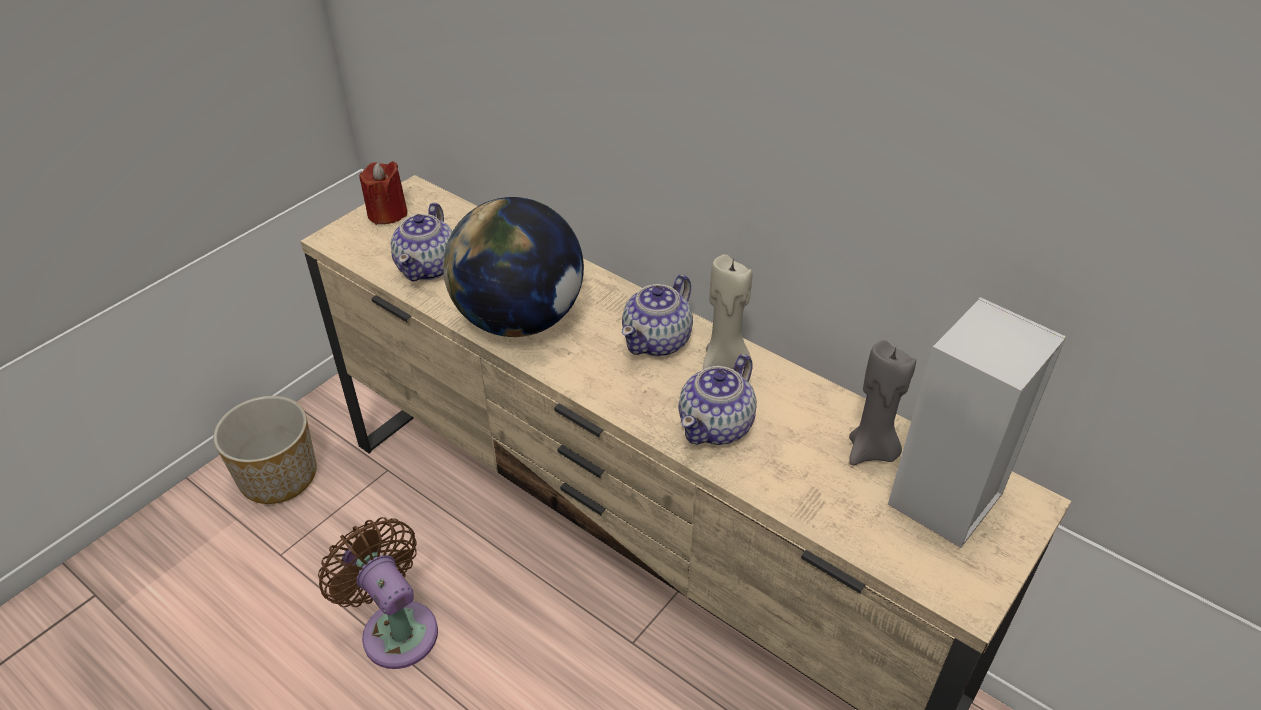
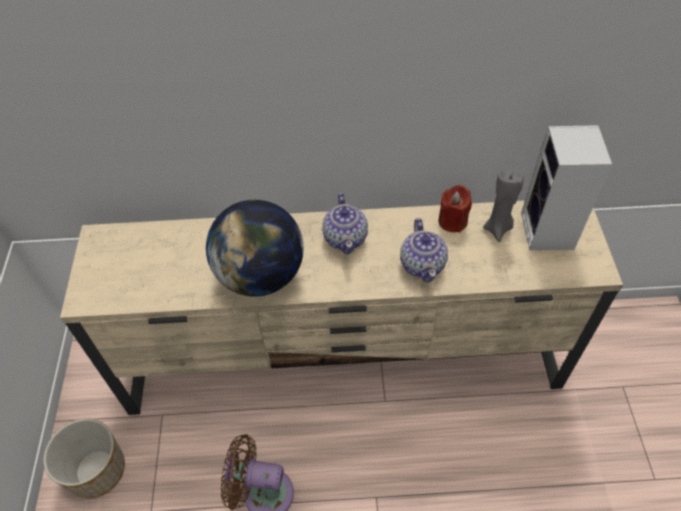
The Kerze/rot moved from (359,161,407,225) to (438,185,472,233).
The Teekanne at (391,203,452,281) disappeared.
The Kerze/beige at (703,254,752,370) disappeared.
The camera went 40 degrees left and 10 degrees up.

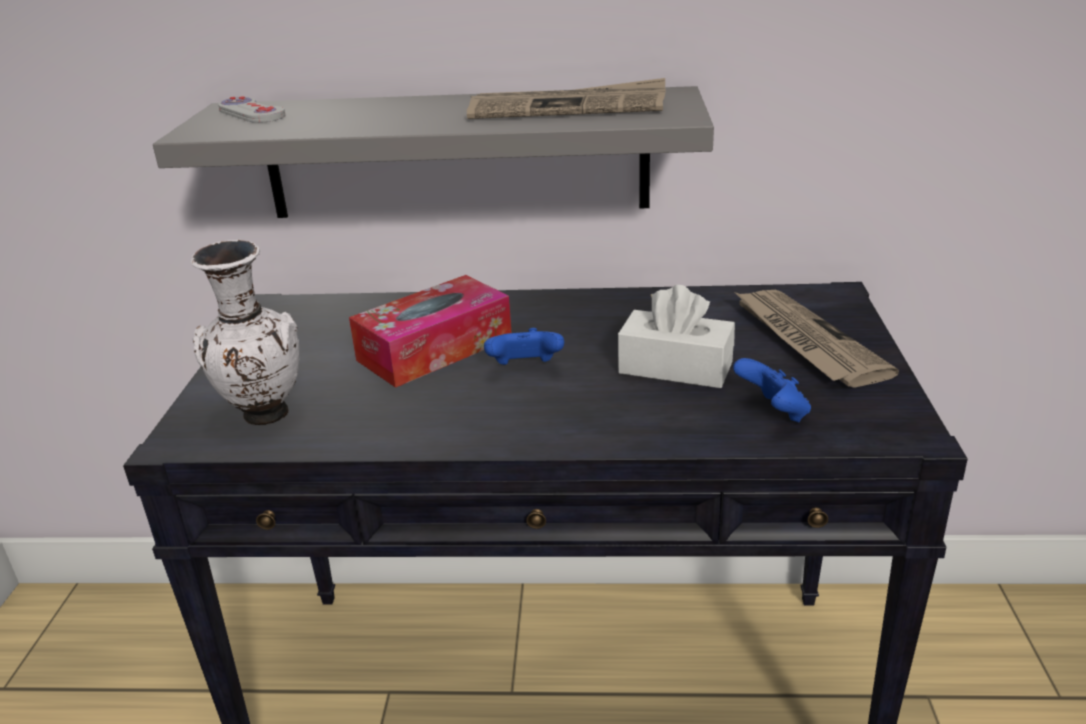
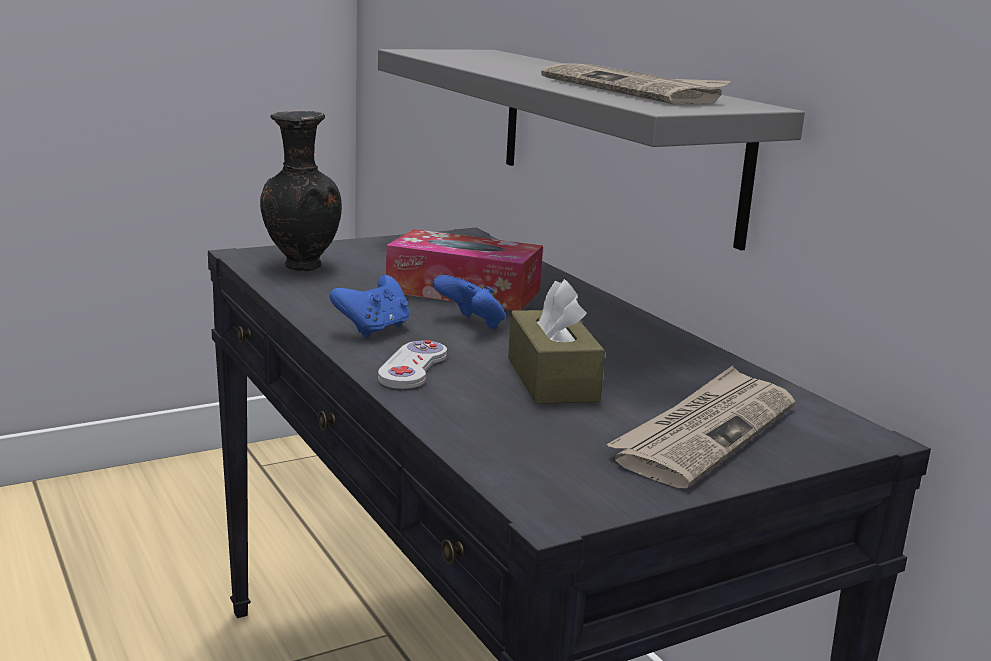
The Vase/weiß at (191,240,300,425) became the Vase/schwarz at (260,111,342,271).
The Gamepad/blau moved from (733,358,811,422) to (330,275,410,338).
The Gamepad/weiß moved from (218,96,286,123) to (378,340,447,389).
The Taschentuchbox/weiß at (618,285,735,388) became the Taschentuchbox/braun at (508,279,605,404).
The camera went 55 degrees right and 10 degrees down.

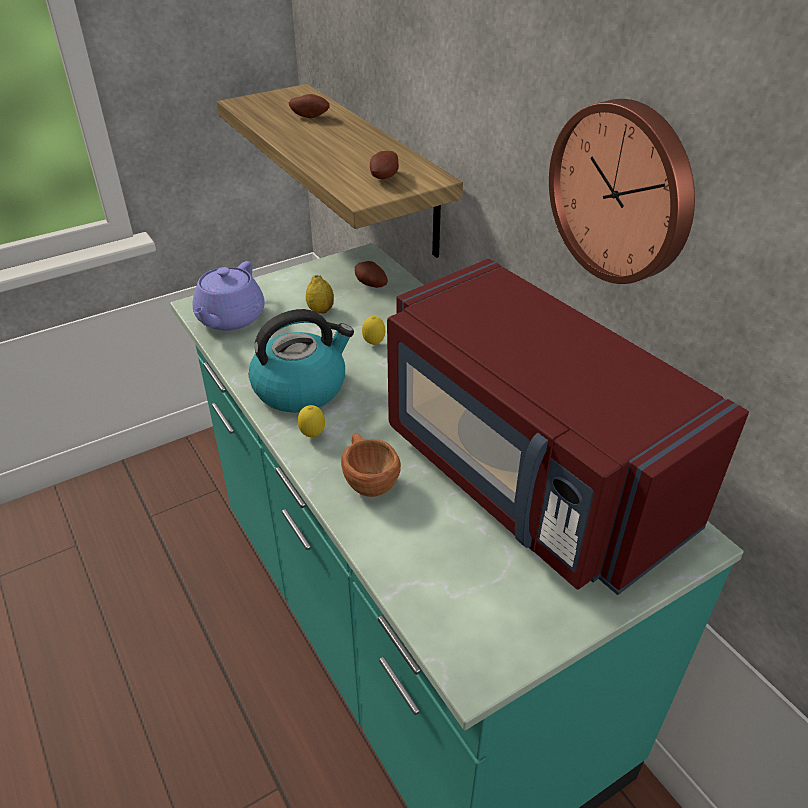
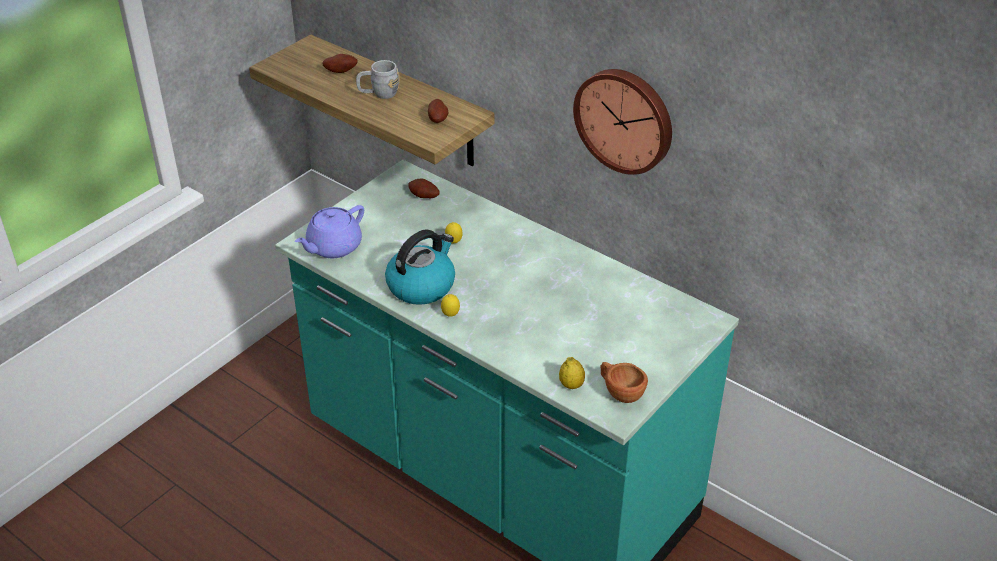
The Teekanne/lila at (193,261,265,331) turned 45 degrees clockwise.
The Henkelbecher/grau at (356,60,400,99) appeared.
The Zitrone moved from (306,275,334,314) to (559,357,585,389).
The Tasse/braun moved from (341,433,401,497) to (600,362,648,403).
The Mikrowelle/rot at (387,259,749,595) disappeared.
The camera went 20 degrees left and 0 degrees up.

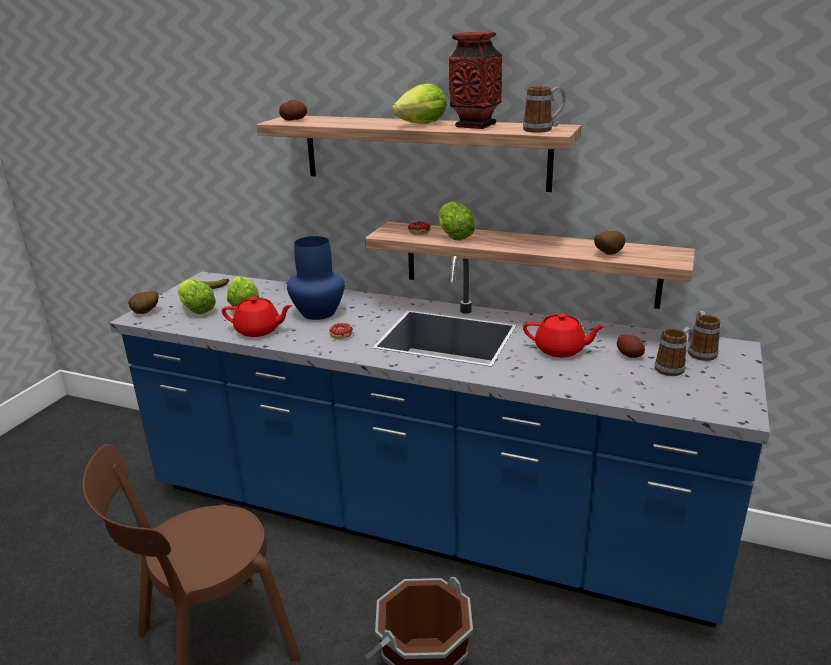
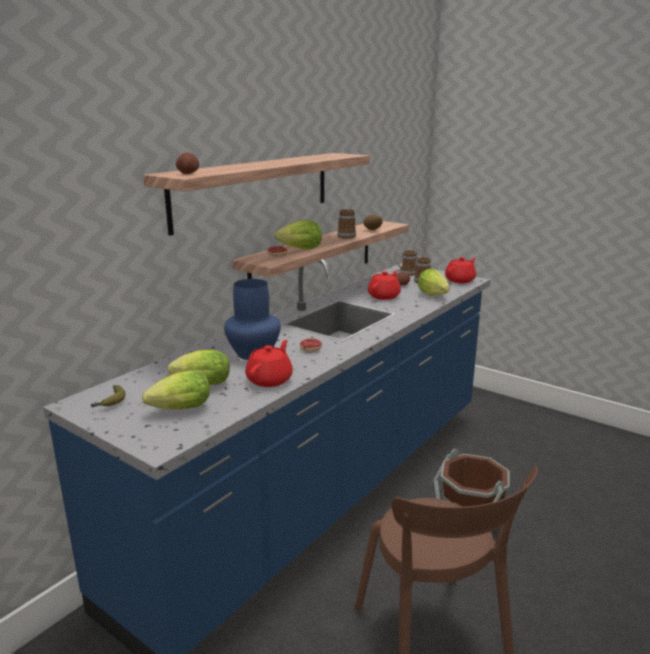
The Henkelbecher moved from (523,86,566,133) to (337,208,356,239).
The Salatkopf moved from (392,83,447,124) to (418,269,450,296).
The Teekanne/rot at (445,257,476,283) appeared.
The Kartoffel at (128,291,159,314) disappeared.
The Vase at (449,32,502,129) disappeared.
The camera went 75 degrees left and 5 degrees down.

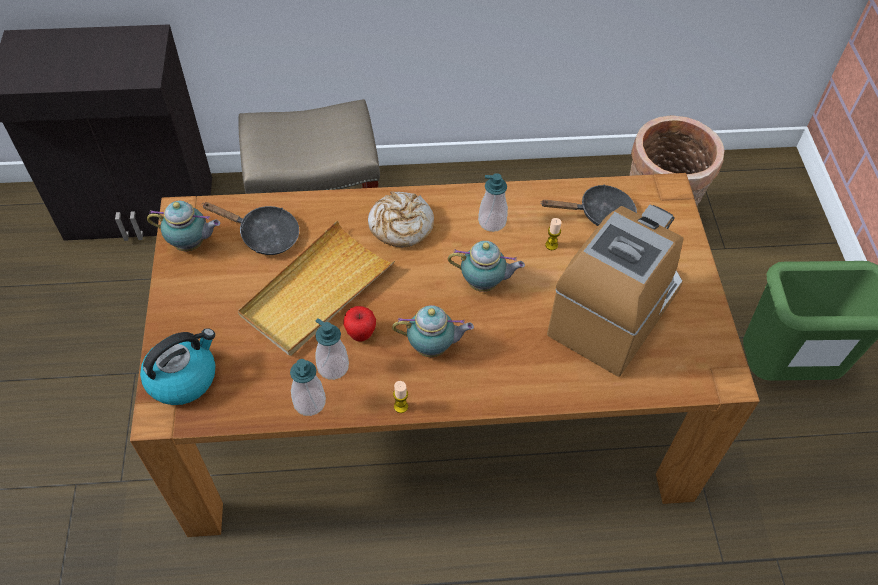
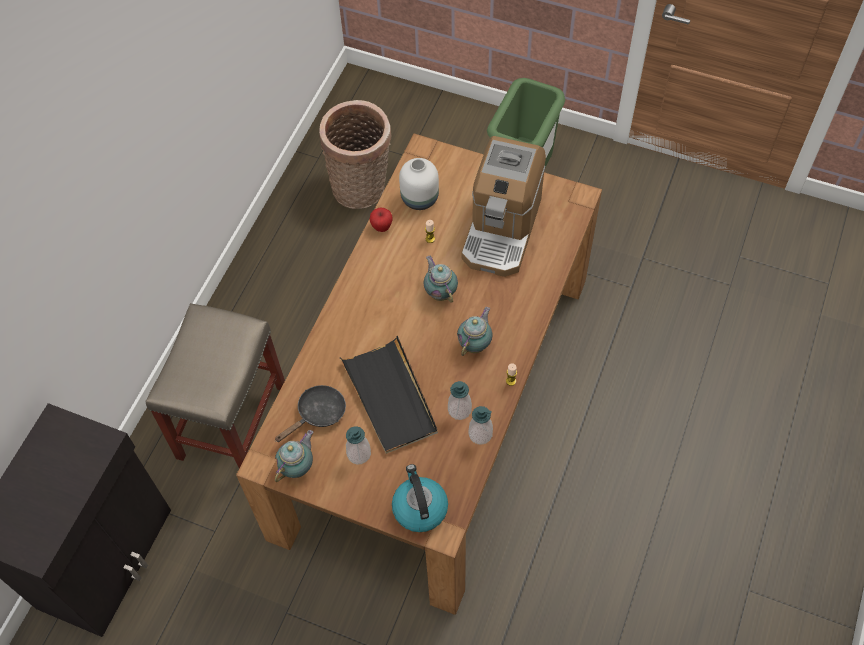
The Tablett/beige at (238,220,395,356) became the Tablett/schwarz at (340,336,438,454).
The Seifenspender moved from (478,173,508,232) to (346,426,371,465).
The Apfel moved from (344,306,376,341) to (369,208,393,232).
The Pfanne/schwarz at (540,184,637,226) was replaced by the Vase/weiß at (399,158,439,210).
The Teekanne at (448,241,525,292) turned 60 degrees counterclockwise.
The Kaffeemaschine at (547,205,684,377) turned 135 degrees counterclockwise.
The Brot at (368,191,434,247) disappeared.
The camera went 60 degrees left and 5 degrees up.

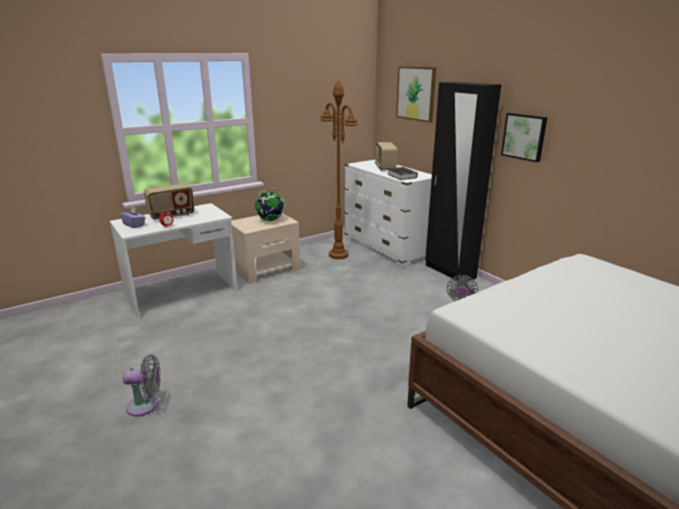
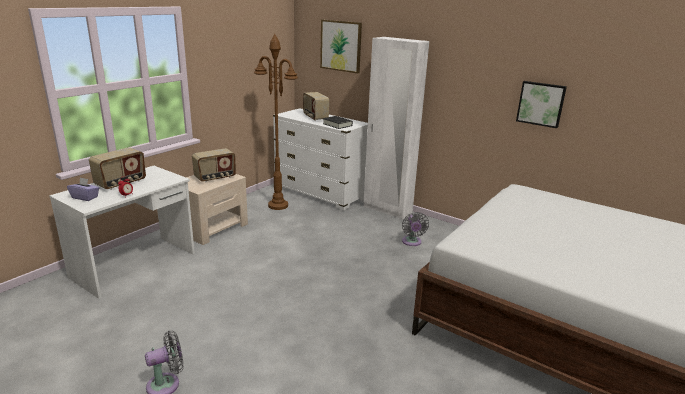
The Globus at (255,188,285,221) was replaced by the Radio at (192,148,236,182).
The Kleiderschrank/schwarz at (425,81,501,281) became the Kleiderschrank/weiß at (364,37,429,220).
The Bild moved from (501,113,547,162) to (516,81,567,128).
The camera went 20 degrees left and 0 degrees up.

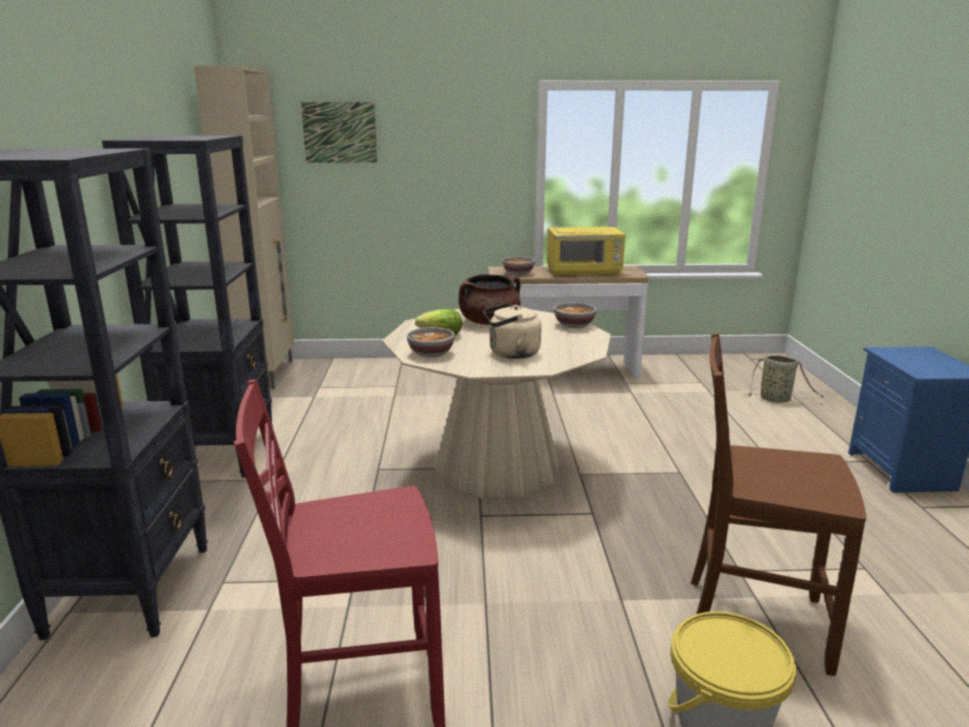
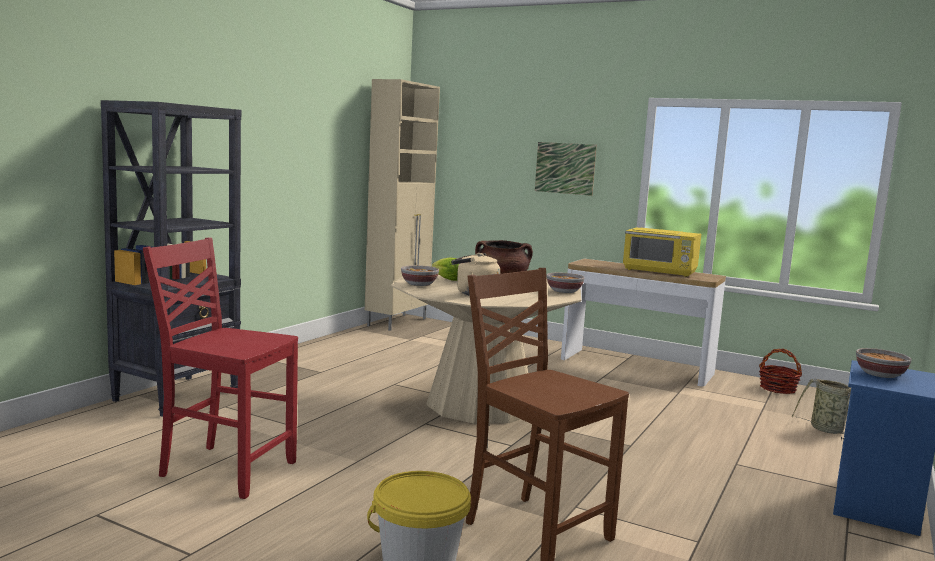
The Bild moved from (301,102,377,163) to (535,142,597,196).
The Korb at (759,349,802,394) appeared.
The Schüssel moved from (502,257,535,275) to (856,348,912,378).
The Bücherregal/schwarz at (102,135,273,478) disappeared.
The camera went 30 degrees right and 10 degrees down.

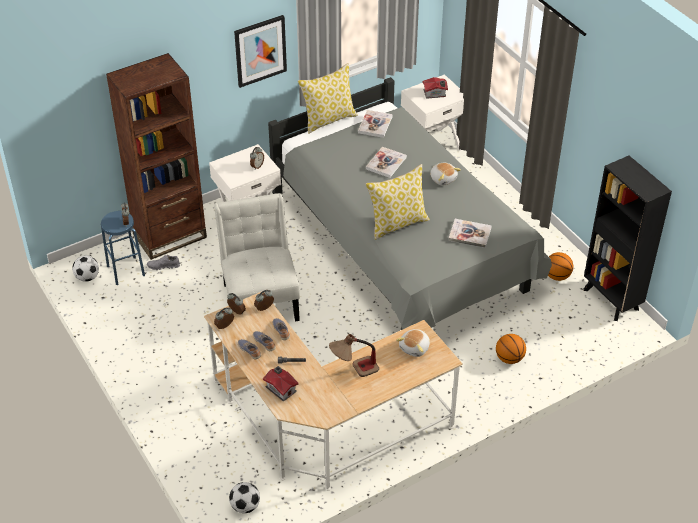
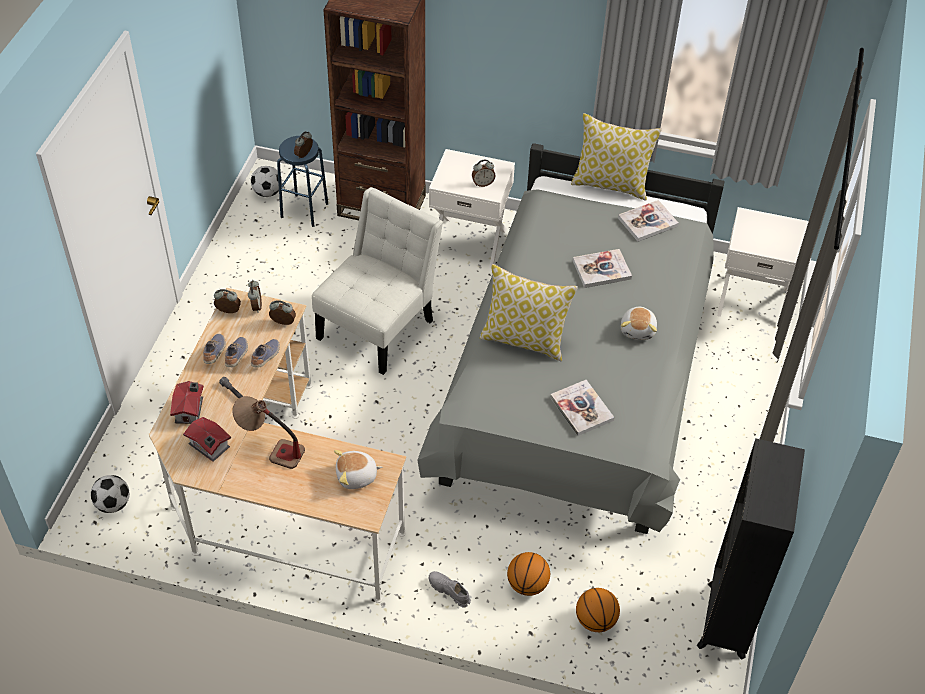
The Spielzeughaus moved from (422,77,448,99) to (183,417,231,462).
The Schuh/grau moved from (147,255,180,270) to (429,571,471,608).
The Basketball moved from (548,252,573,281) to (576,588,620,632).
The Bild at (234,15,287,88) disappeared.
The camera went 45 degrees right and 5 degrees up.

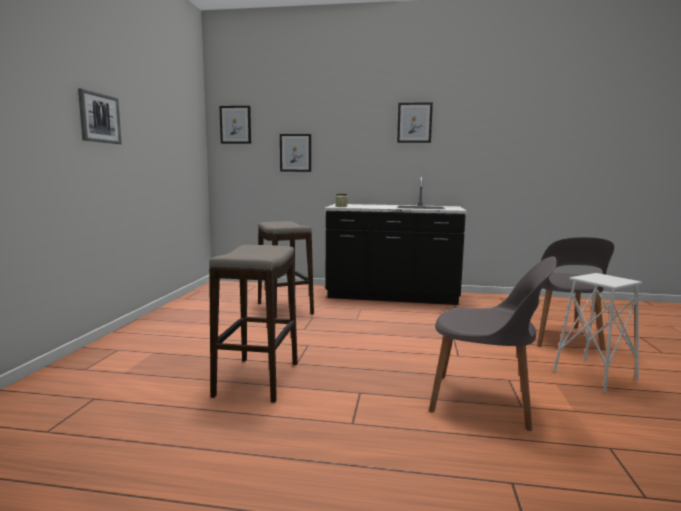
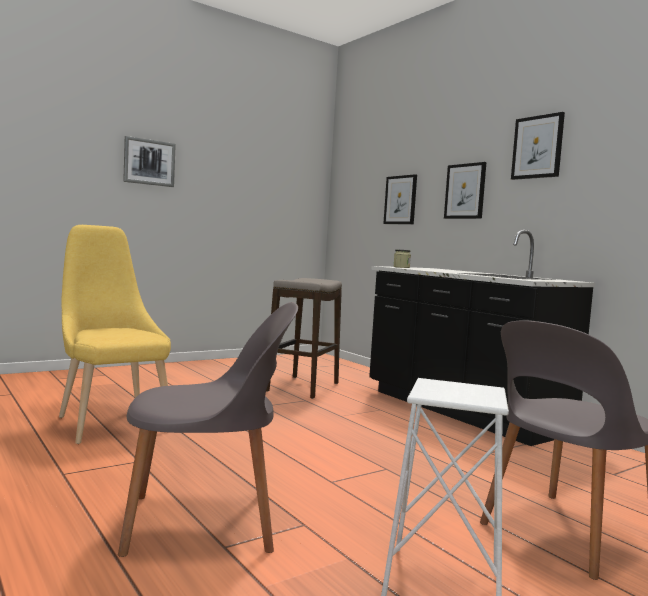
The Hocker at (209,245,298,403) was replaced by the Stuhl/gelb at (59,225,171,444).
The Stuhl/grau at (429,256,558,431) turned 75 degrees counterclockwise.
The Bild moved from (219,106,251,144) to (444,162,486,219).
The camera went 45 degrees right and 5 degrees down.

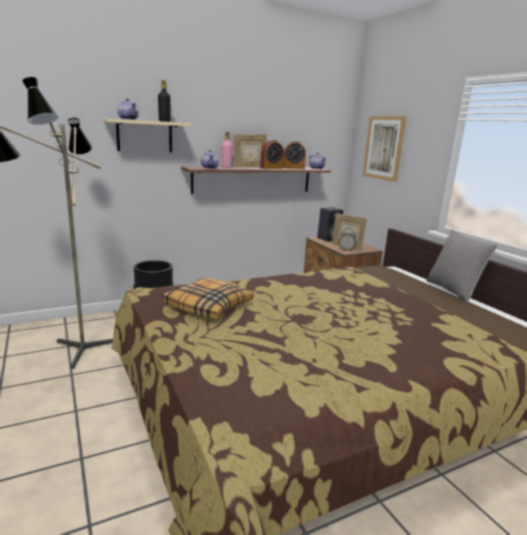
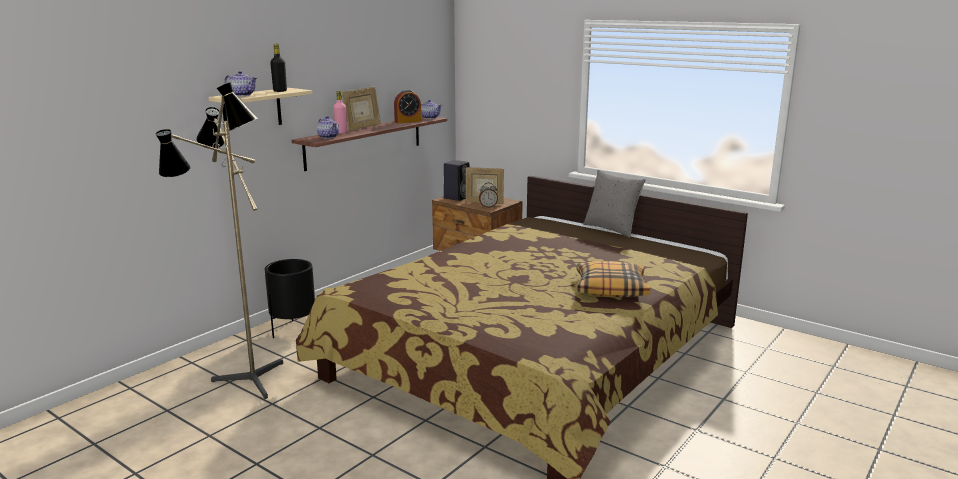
The Kissen moved from (162,278,253,319) to (577,261,650,297).
The Wecker at (260,140,284,169) disappeared.
The Bild at (363,116,406,182) disappeared.
The camera went 25 degrees left and 0 degrees up.

